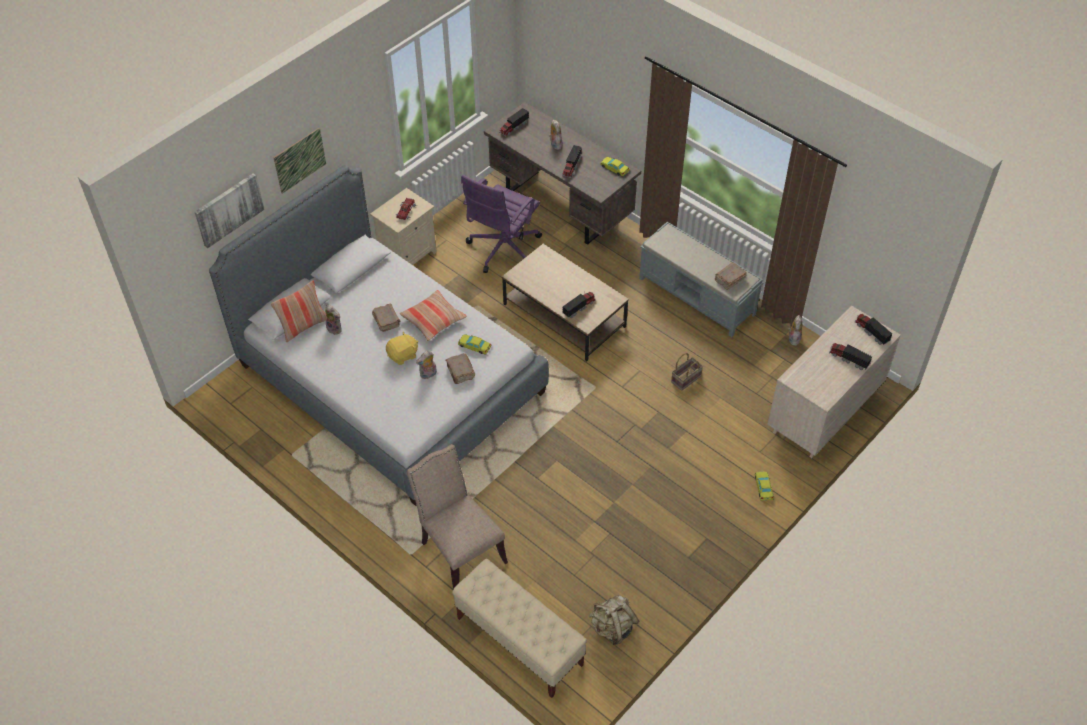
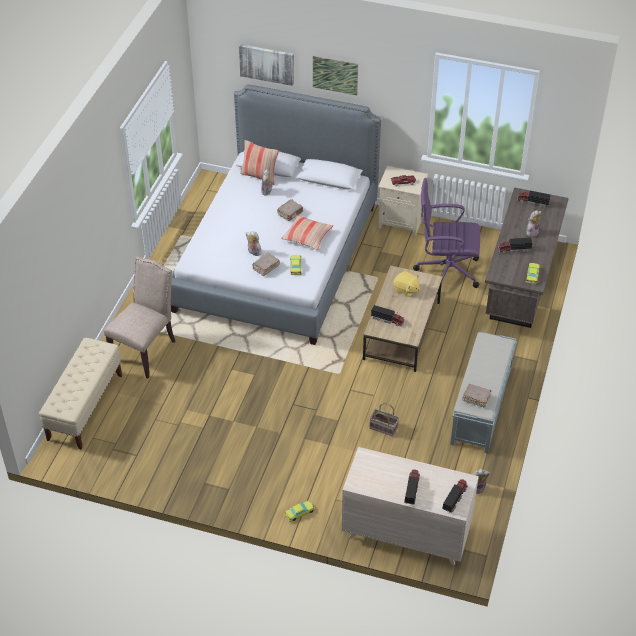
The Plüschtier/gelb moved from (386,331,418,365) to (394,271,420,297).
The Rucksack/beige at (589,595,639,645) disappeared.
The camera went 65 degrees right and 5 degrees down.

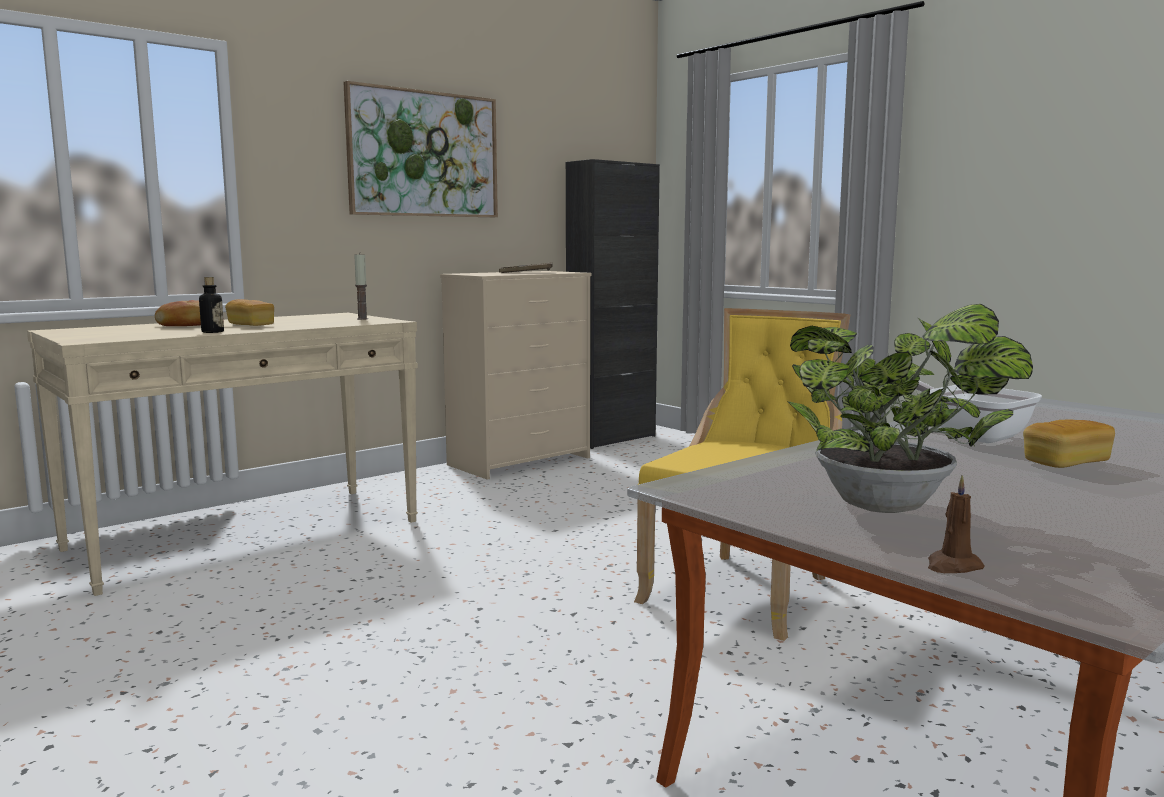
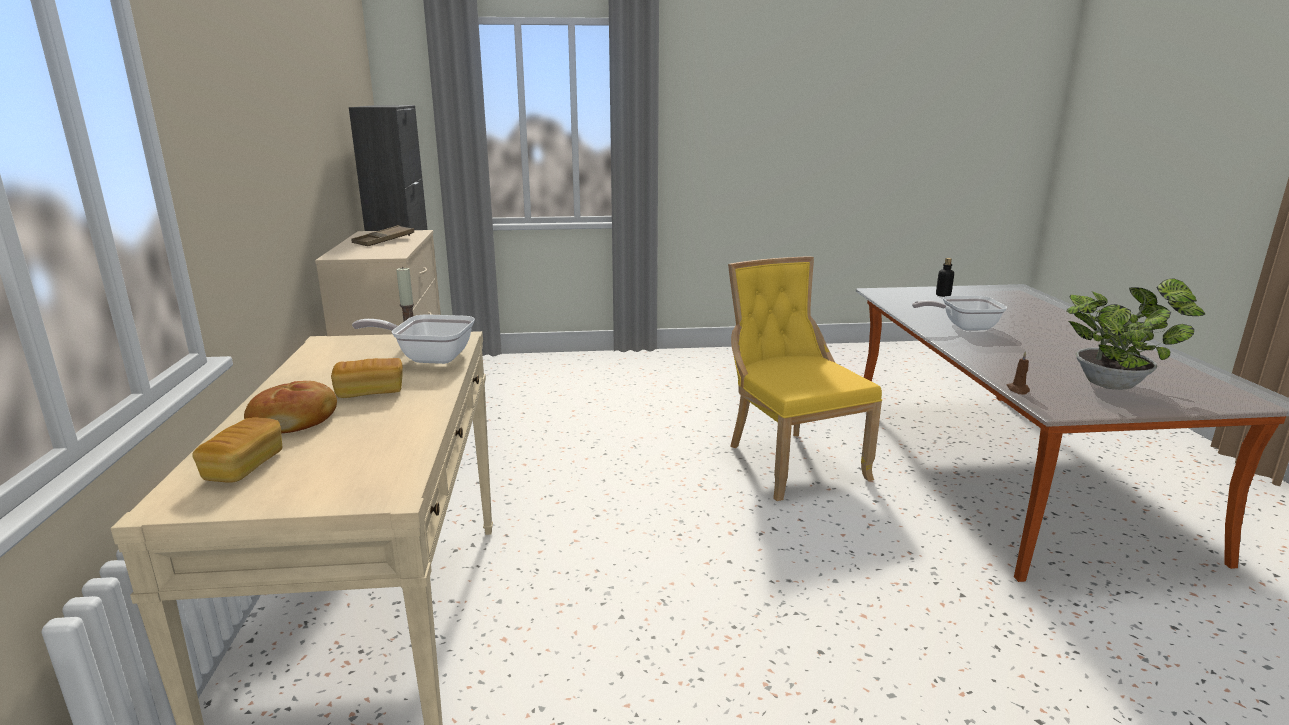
The Brot moved from (1023,419,1115,468) to (192,418,282,483).
The Pfanne at (352,314,475,364) appeared.
The Flasche moved from (199,277,224,333) to (936,258,954,297).
The Kerze/braun moved from (928,475,985,573) to (1006,351,1030,395).
The Bild at (344,81,498,217) disappeared.
The camera went 55 degrees left and 10 degrees up.

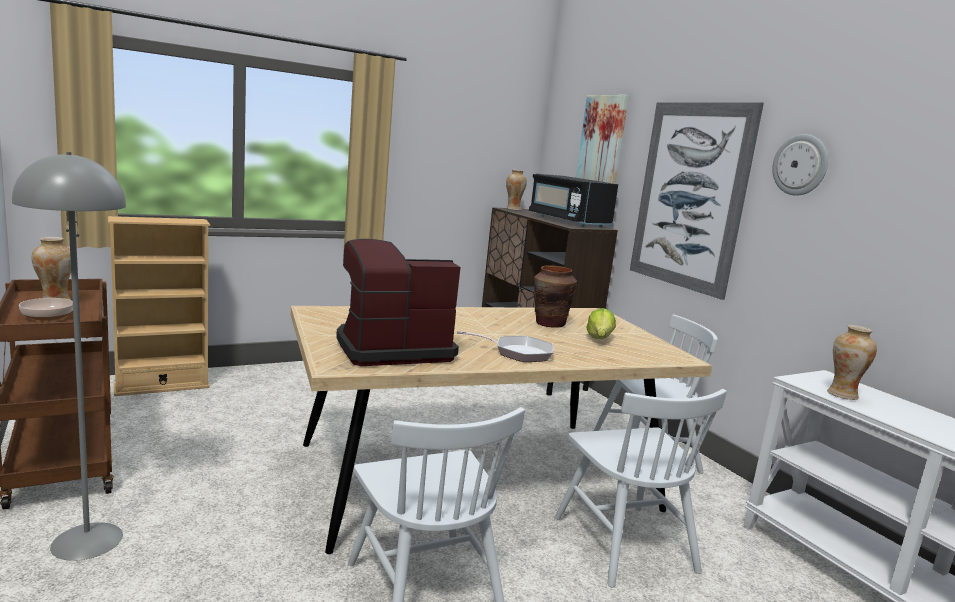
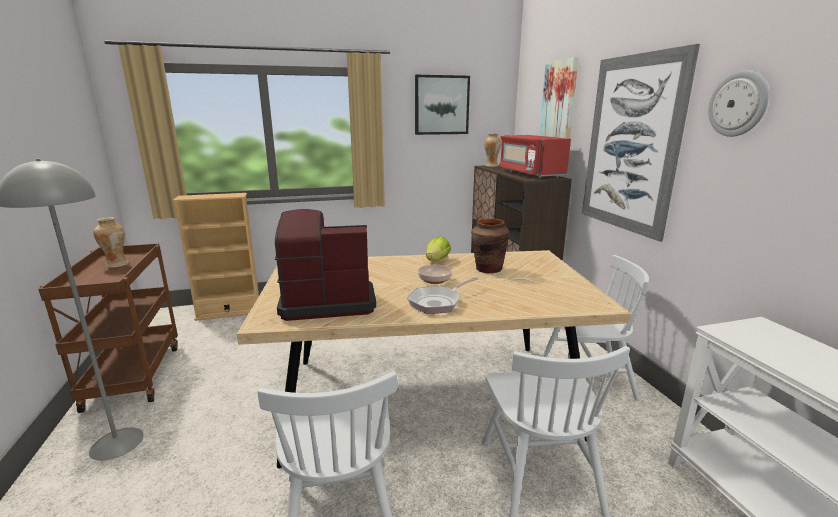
The Pfanne at (457,331,554,362) turned 120 degrees clockwise.
The Bild at (415,75,470,135) appeared.
The Schüssel moved from (19,298,73,321) to (418,265,452,284).
The Salatkopf moved from (586,308,616,339) to (426,236,451,261).
The Mikrowelle/schwarz at (529,174,618,227) became the Mikrowelle/rot at (499,135,571,178).
The Vase at (827,325,877,400) disappeared.
The camera went 15 degrees right and 5 degrees up.

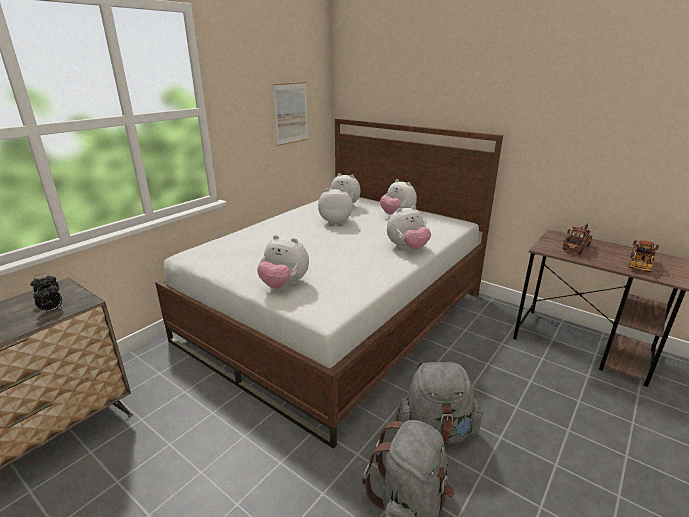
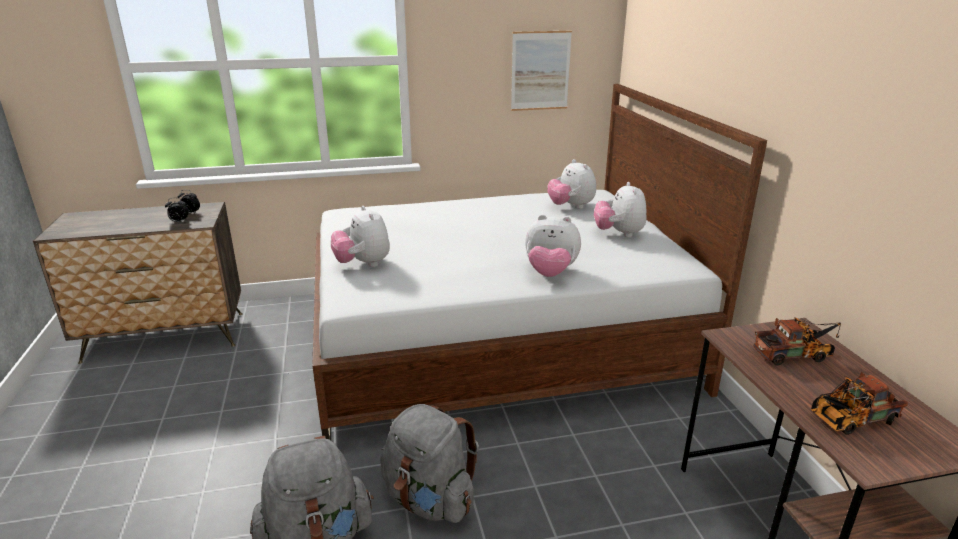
The Plüschtier at (318,188,353,225) disappeared.
The camera went 40 degrees right and 0 degrees up.

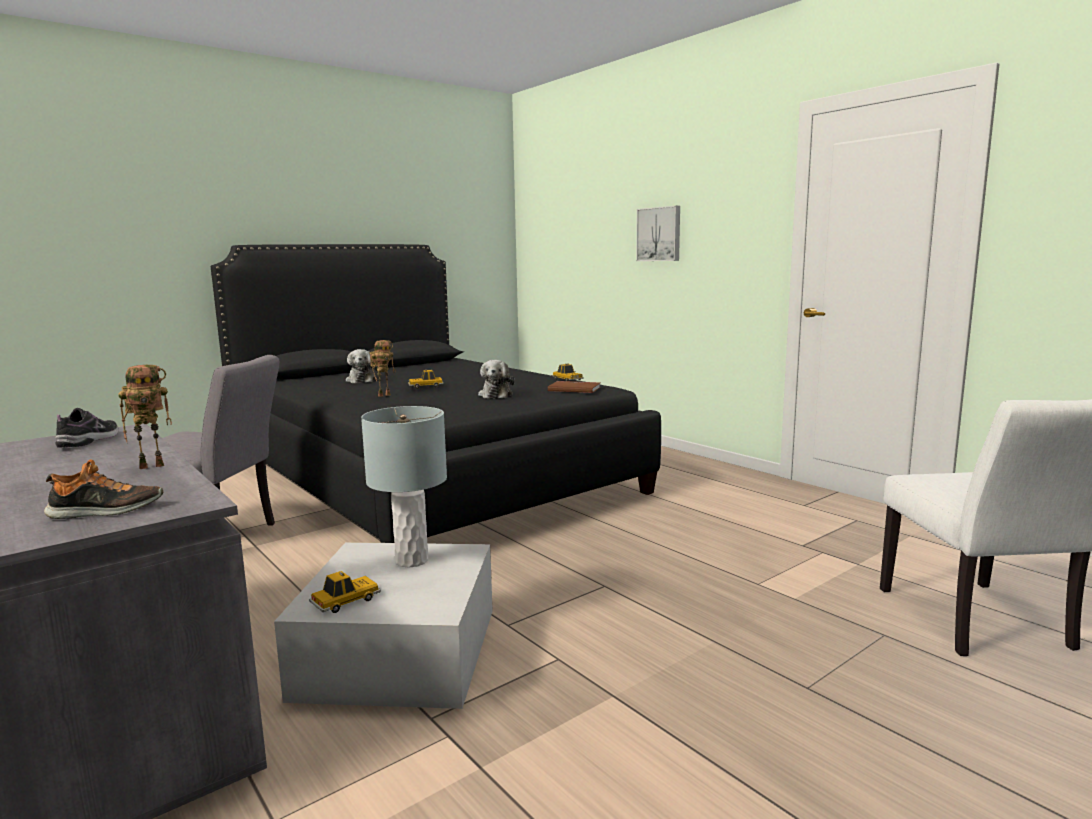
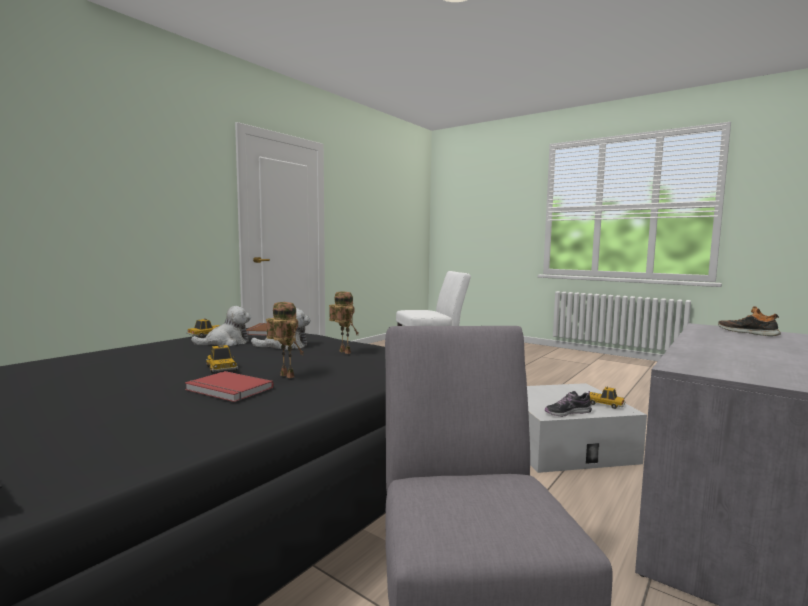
The Buch/rot at (185,371,273,402) appeared.
The Plüschtier moved from (346,349,378,383) to (191,306,251,346).
The Spielzeugroboter moved from (118,365,172,469) to (329,291,359,354).
The Schuh moved from (55,408,119,448) to (545,391,592,417).
The Tischlampe/grau at (361,406,447,568) disappeared.
The Bild at (636,206,680,261) disappeared.
The camera went 105 degrees left and 5 degrees down.

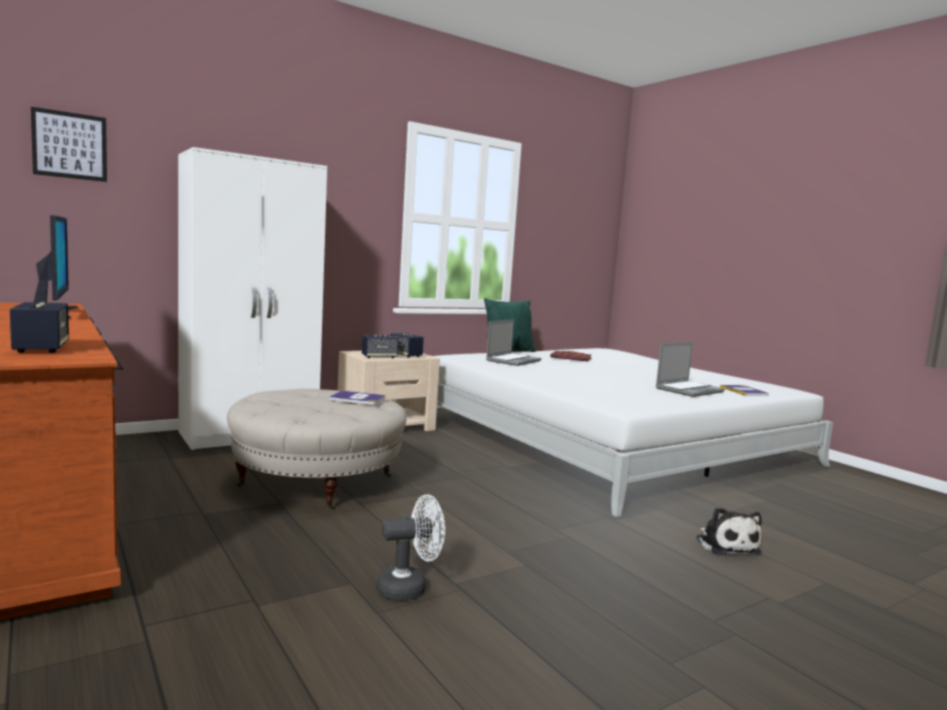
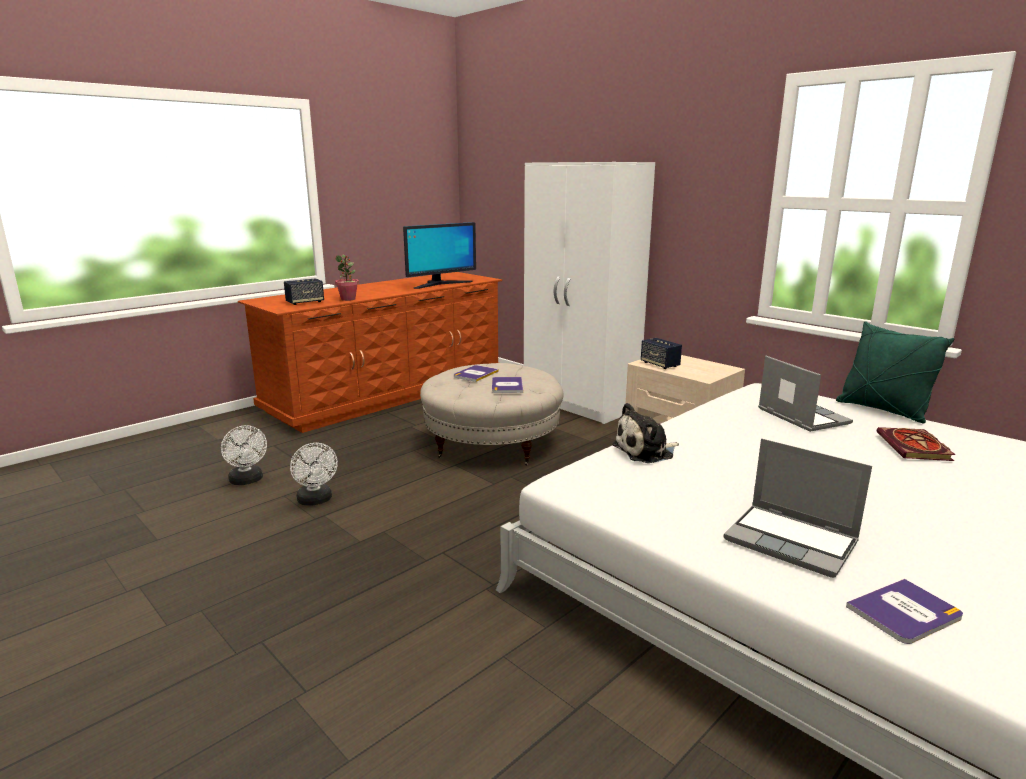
The Ventilator/weiß at (221,425,267,485) appeared.
The Topfpflanze at (335,254,359,301) appeared.
The Buch at (454,365,499,382) appeared.
The Plüschtier moved from (696,507,762,555) to (612,403,679,463).
The Laptop at (486,319,541,366) turned 135 degrees counterclockwise.
The Bild at (31,107,107,182) disappeared.
The Lautsprecher at (390,333,424,358) disappeared.
The camera went 80 degrees right and 10 degrees up.

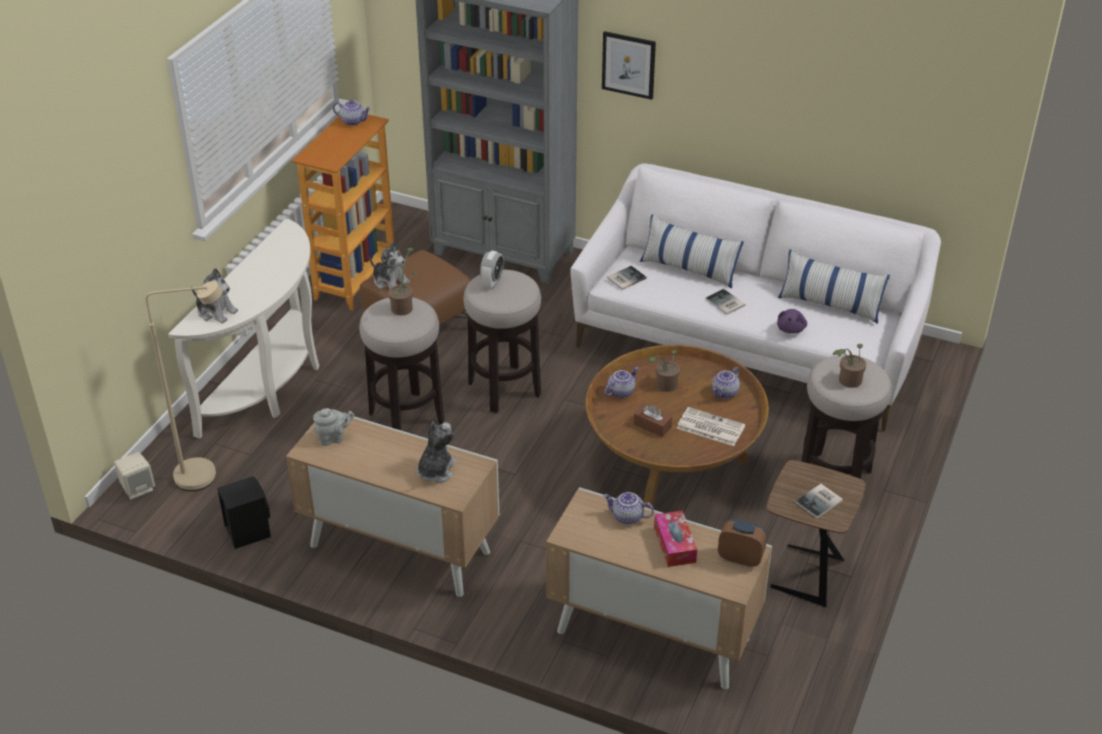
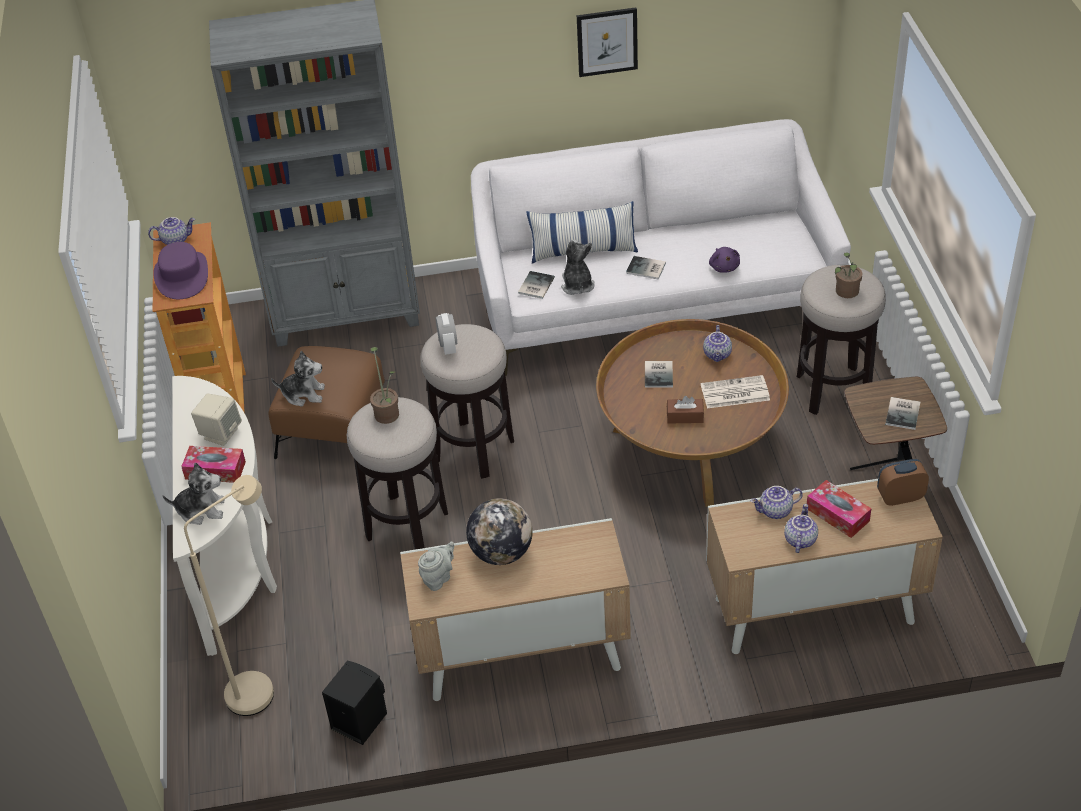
The Hut/lila at (153,242,208,299) appeared.
The Taschentuchbox at (181,446,246,483) appeared.
The Lautsprecher/beige moved from (114,452,155,499) to (191,394,242,446).
The Globus at (466,498,533,565) appeared.
The Plüschtier moved from (417,422,457,483) to (561,240,595,295).
The Bild moved from (602,31,656,100) to (577,7,638,77).
The Topfpflanze at (647,350,680,392) was replaced by the Buch at (645,361,673,388).
The Teekanne moved from (605,367,639,398) to (784,504,818,553).
The Kissen at (778,249,890,324) disappeared.
The camera went 30 degrees left and 5 degrees up.

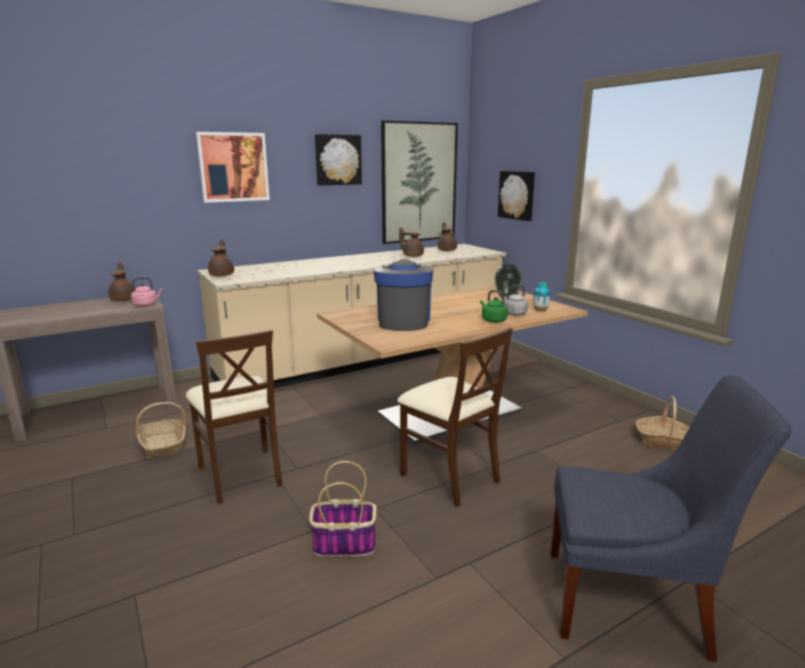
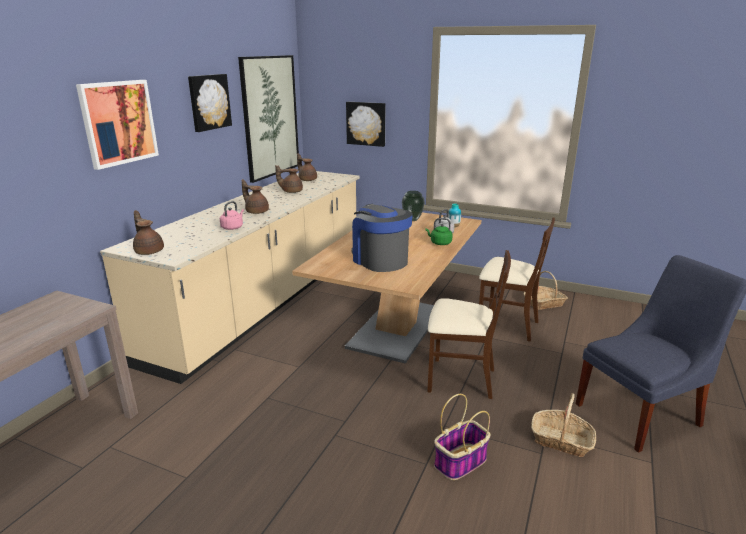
The Wasserkessel/rosa moved from (131,277,163,307) to (220,201,244,230).
The Teekanne/braun moved from (108,262,136,301) to (242,179,269,214).
The Stuhl/beige moved from (186,330,283,504) to (479,217,555,342).
The Korb moved from (136,402,186,458) to (531,393,596,457).
The camera went 35 degrees left and 5 degrees up.

